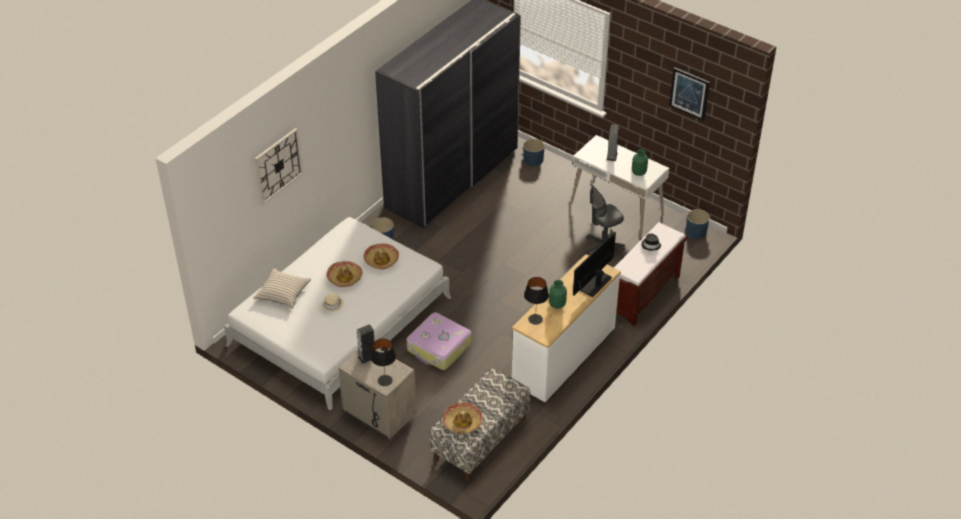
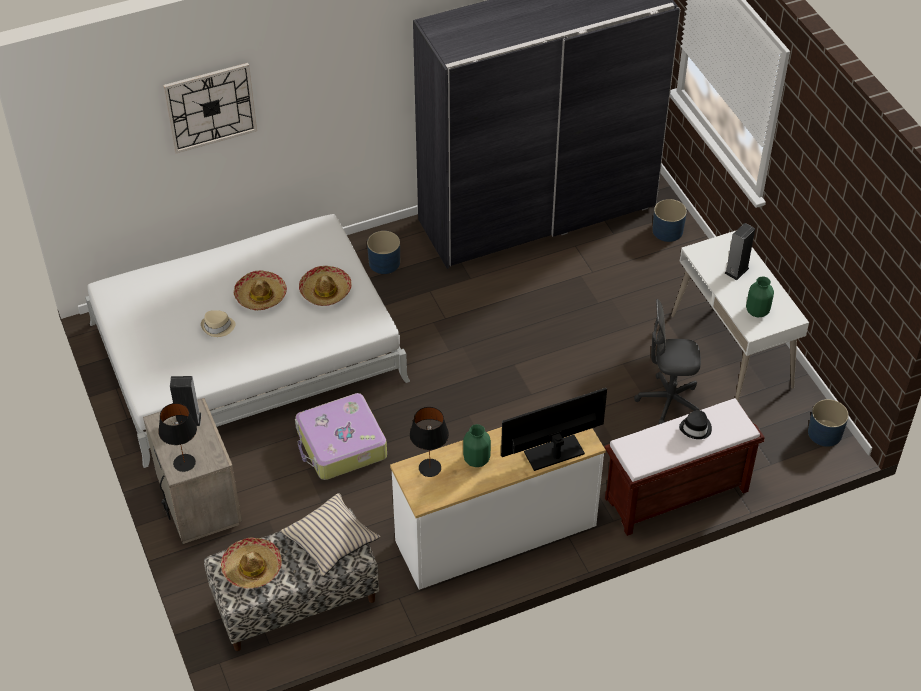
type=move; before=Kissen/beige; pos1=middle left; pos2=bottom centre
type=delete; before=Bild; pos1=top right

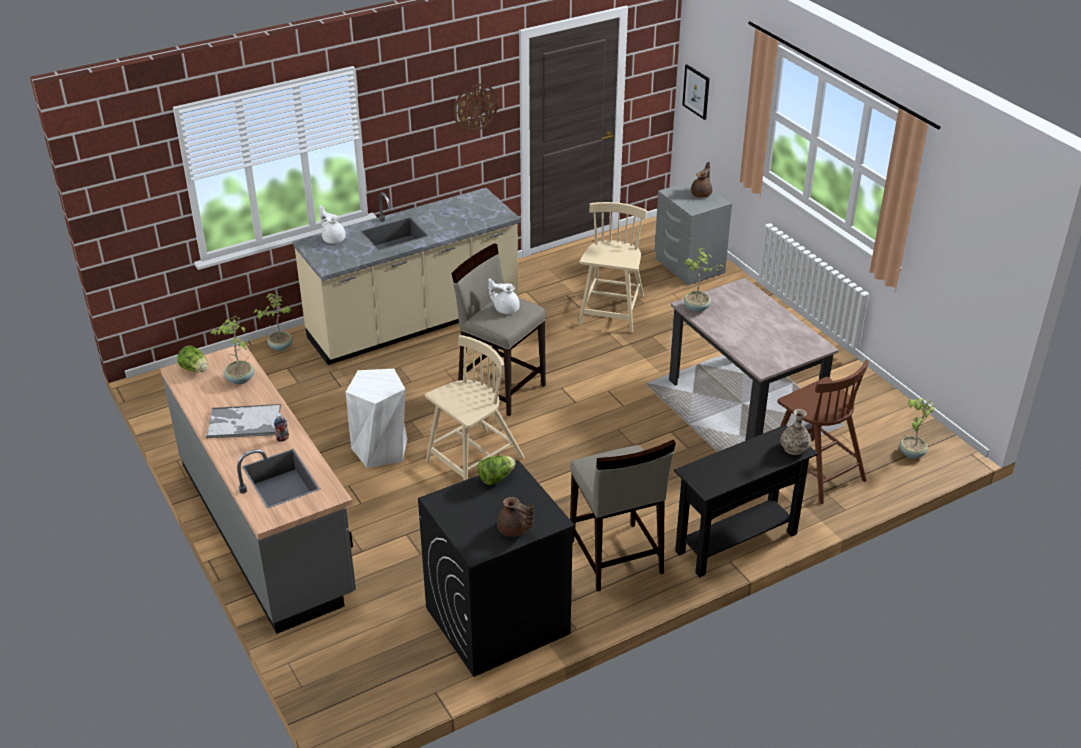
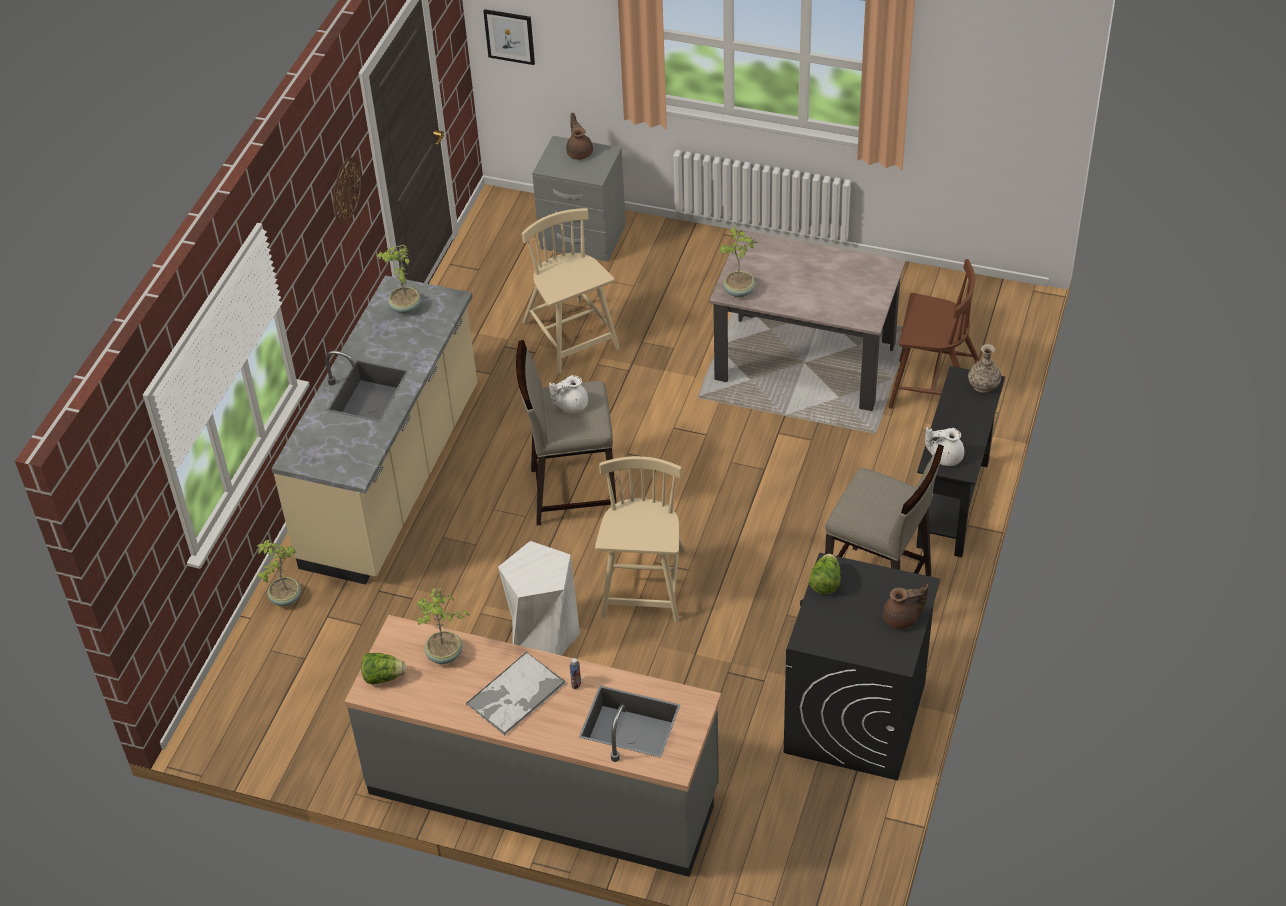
type=move; before=Topfpflanze (4th from left in the first image); after=Topfpflanze (2nd from left); pos1=middle right; pos2=top left
type=move; before=Teekanne/weiß (1st from left in the first image); after=Teekanne/weiß (2nd from left); pos1=top left; pos2=middle right

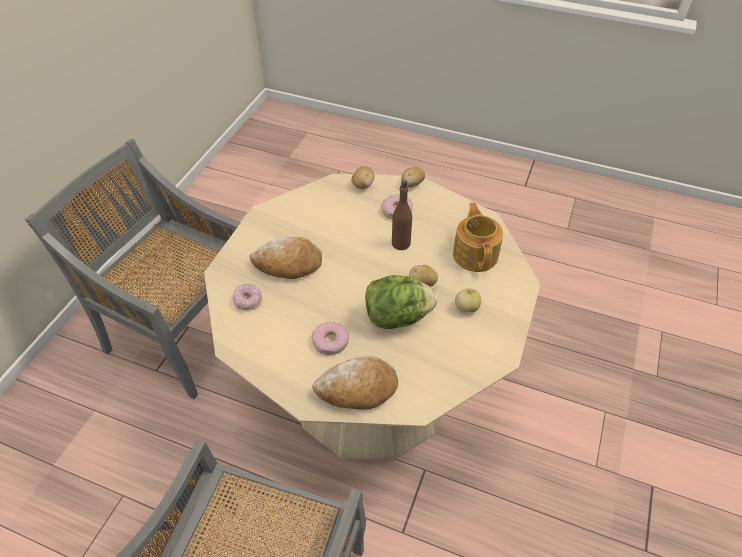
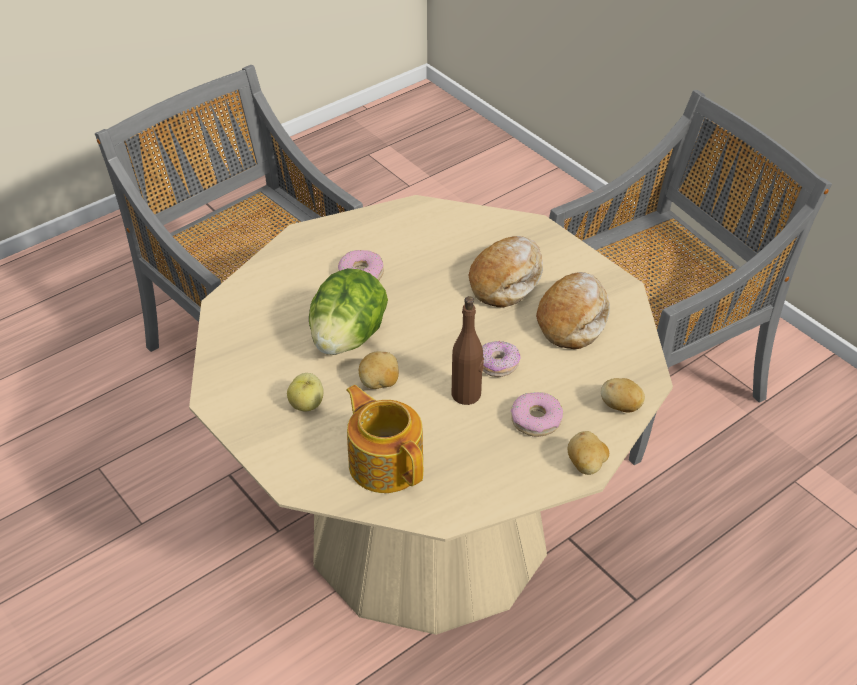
type=rotate; before=Teekanne; pos1=centre; pos2=centre; turn=-150
type=move; before=Donut (1st from left in the first image); after=Donut (2nd from left); pos1=middle left; pos2=centre
type=move; before=Brot (2nd from left); pos1=bottom centre; pos2=middle right

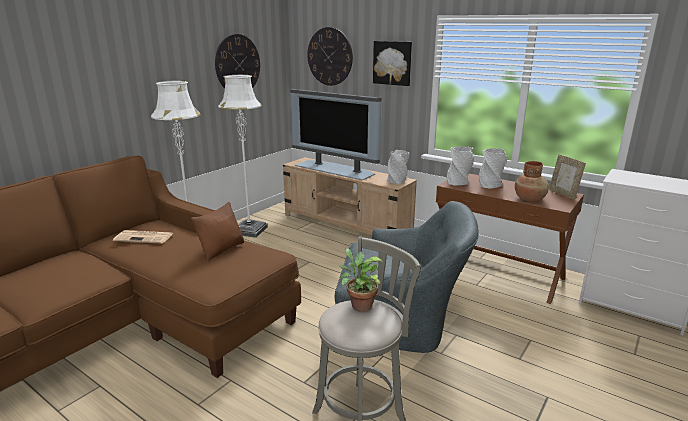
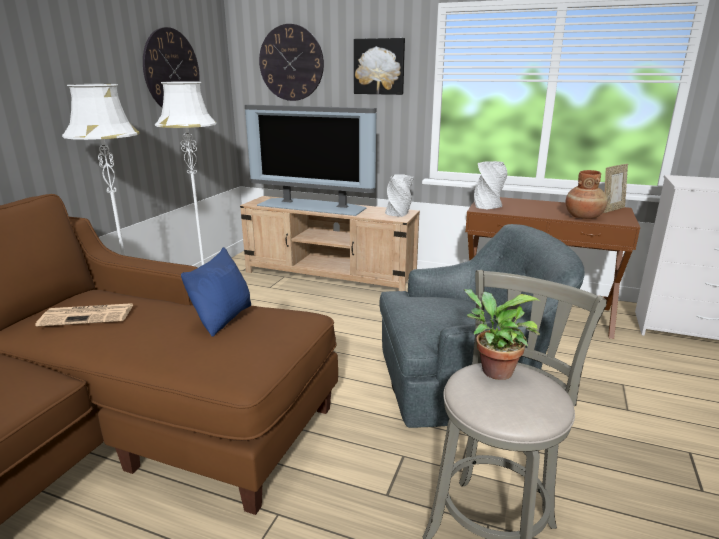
type=recolor; before=Kissen/braun; after=Kissen/blau; pos1=middle left; pos2=middle left
type=rotate; before=Bilderrahmen; pos1=middle right; pos2=middle right; turn=-90
type=delete; before=Vase/grau (3rd from left); pos1=middle right

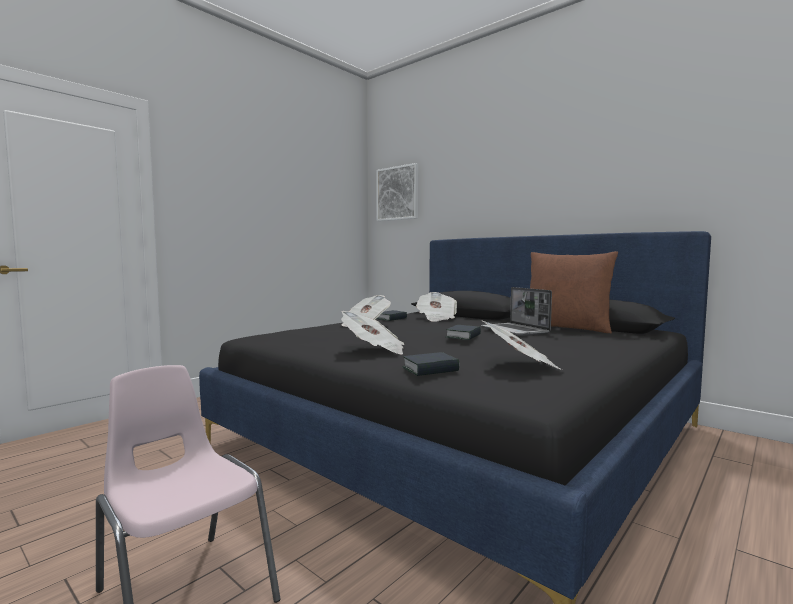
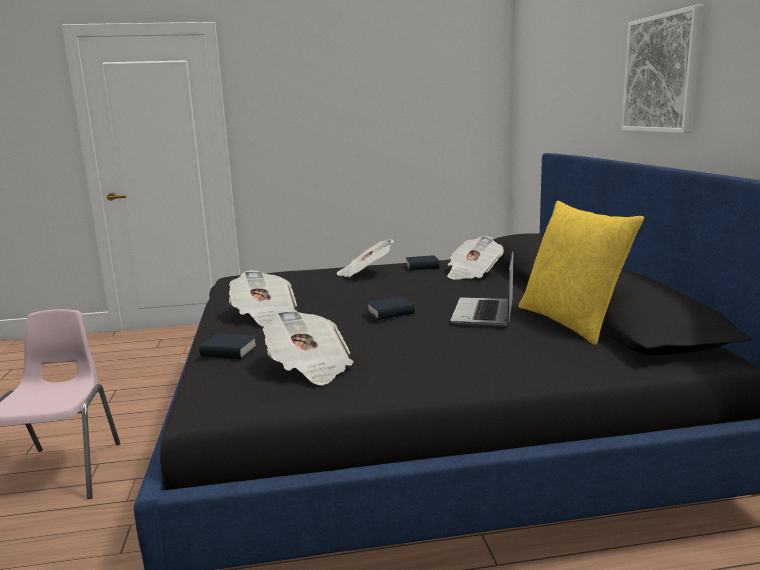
type=recolor; before=Kissen/braun; after=Kissen/gelb; pos1=middle right; pos2=middle right
type=move; before=Bild; pos1=top centre; pos2=top right

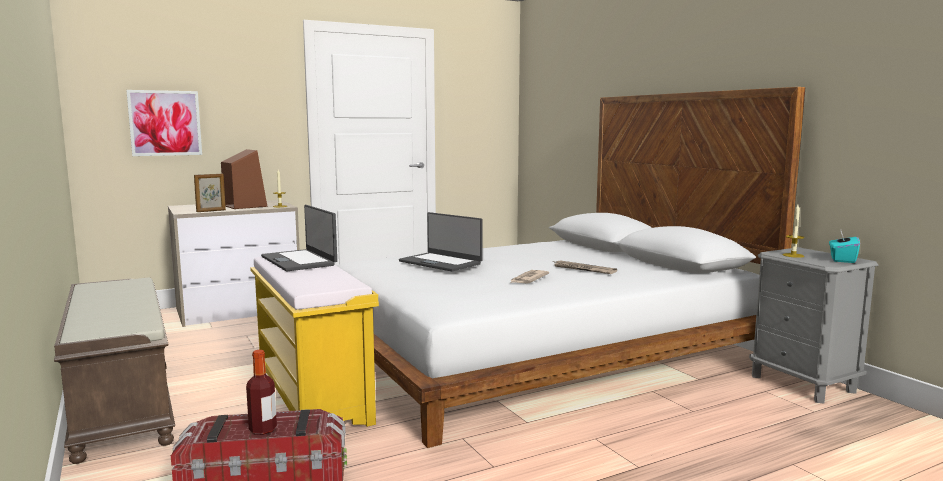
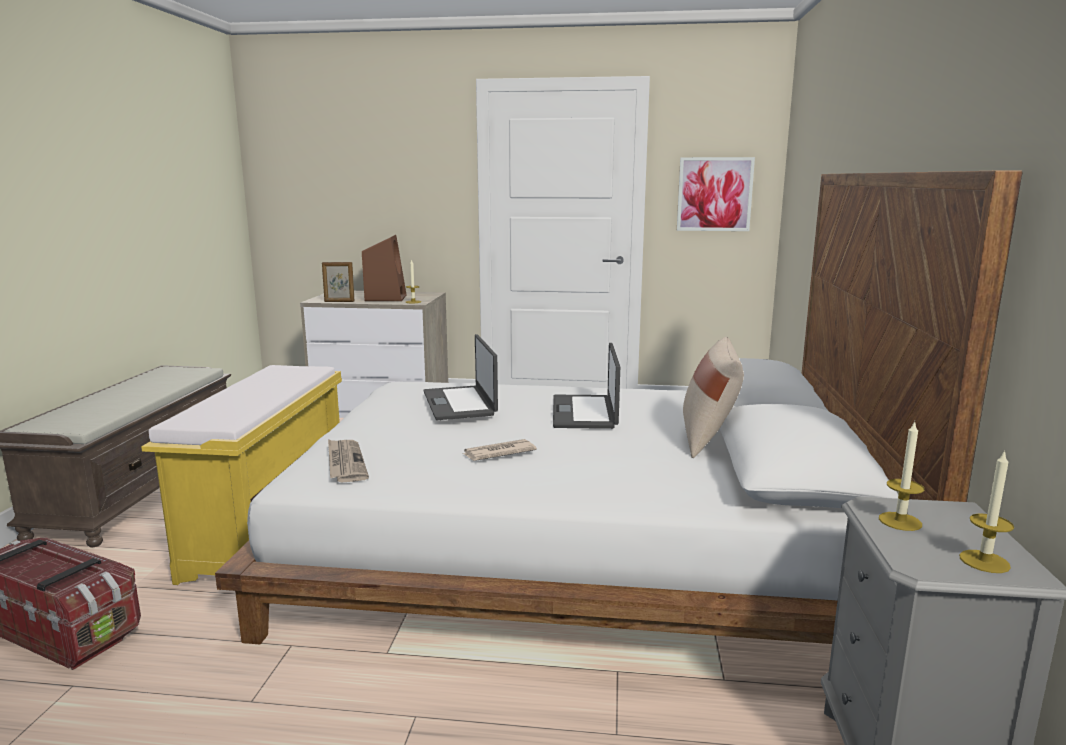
type=move; before=Zeitung (2nd from left in the first image); after=Zeitung (1st from left); pos1=centre; pos2=middle left
type=move; before=Laptop (1st from left in the first image); after=Laptop (2nd from left); pos1=middle left; pos2=centre
type=move; before=Bild; pos1=top left; pos2=top right
type=insert; after=Kissen/beige; pos2=middle right
type=replace; before=Taschentuchbox/türkis; after=Kerze (3rd from left); pos1=middle right; pos2=bottom right
type=delete; before=Flasche; pos1=bottom left

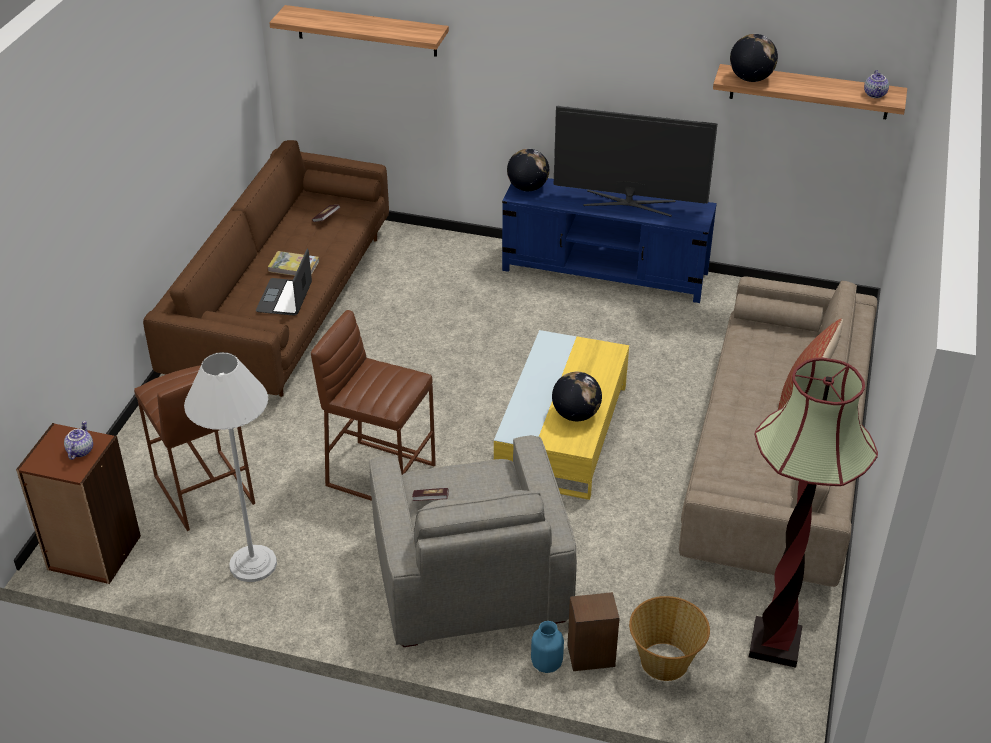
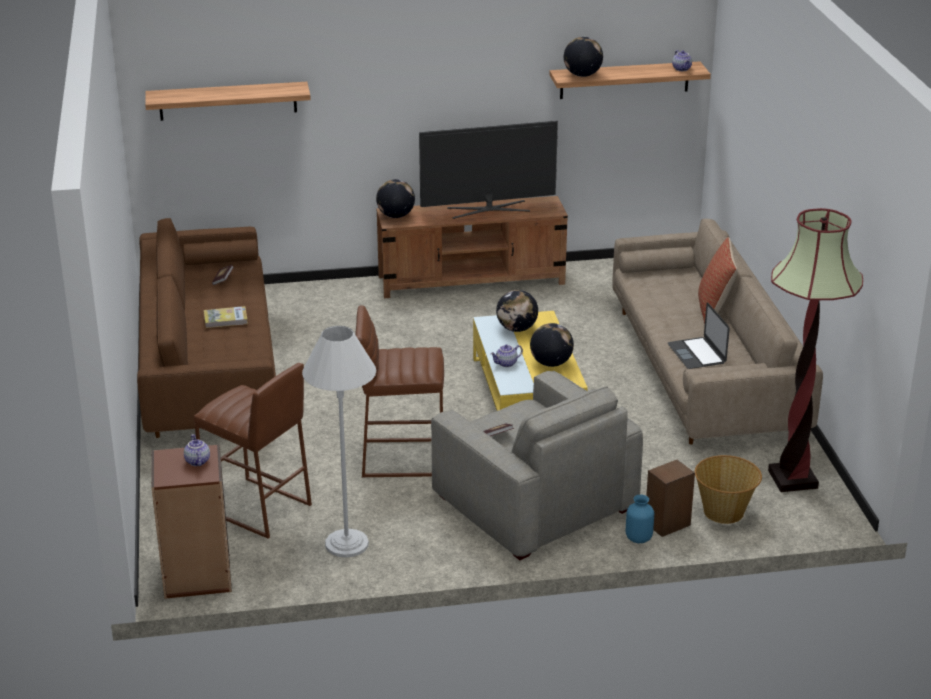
type=recolor; before=Fernsehschrank/blau; after=Fernsehschrank/braun; pos1=top centre; pos2=centre
type=insert; after=Teekanne (2nd from left); pos2=centre
type=insert; after=Globus (2nd from left); pos2=centre
type=move; before=Laptop; pos1=middle left; pos2=middle right

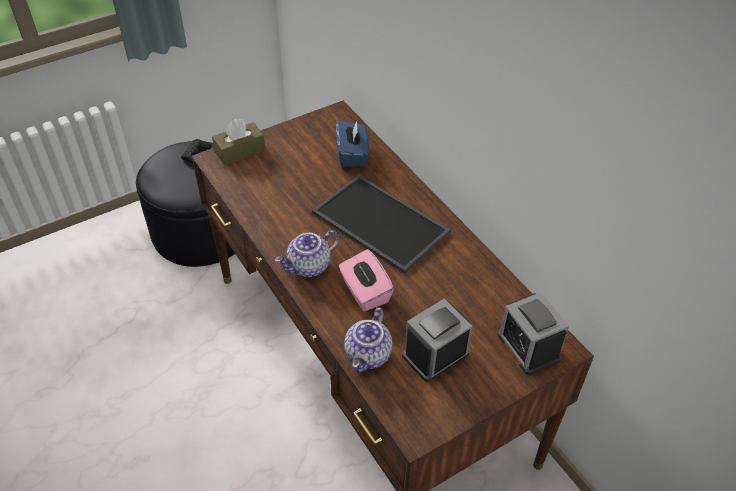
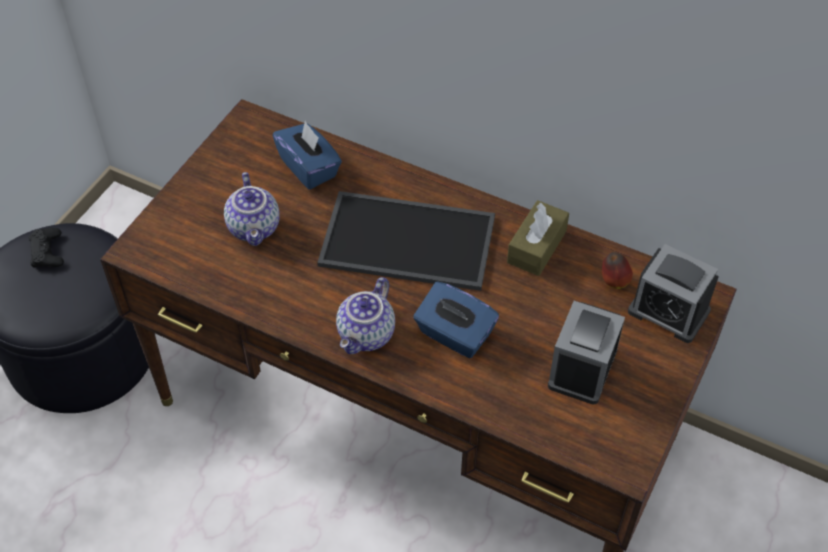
type=move; before=Teekanne (2nd from left in the first image); after=Teekanne (1st from left); pos1=bottom centre; pos2=middle left
type=recolor; before=Taschentuchbox/rosa; after=Taschentuchbox/blau (2nd from left); pos1=centre; pos2=centre
type=move; before=Taschentuchbox/braun; pos1=top left; pos2=centre
type=insert; after=Apfel; pos2=middle right

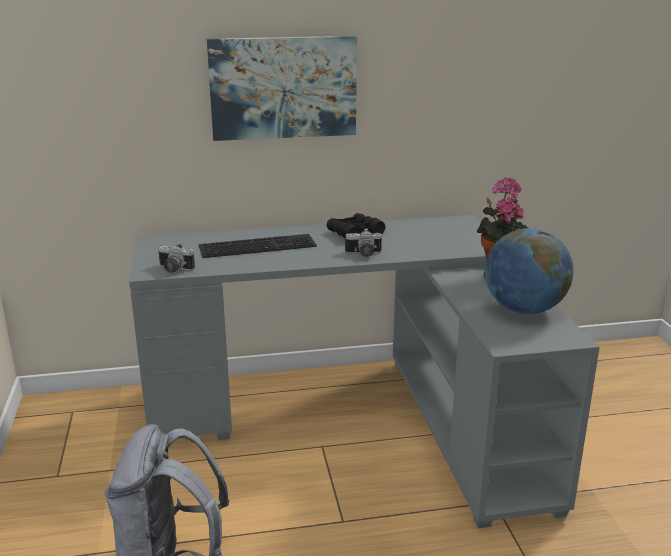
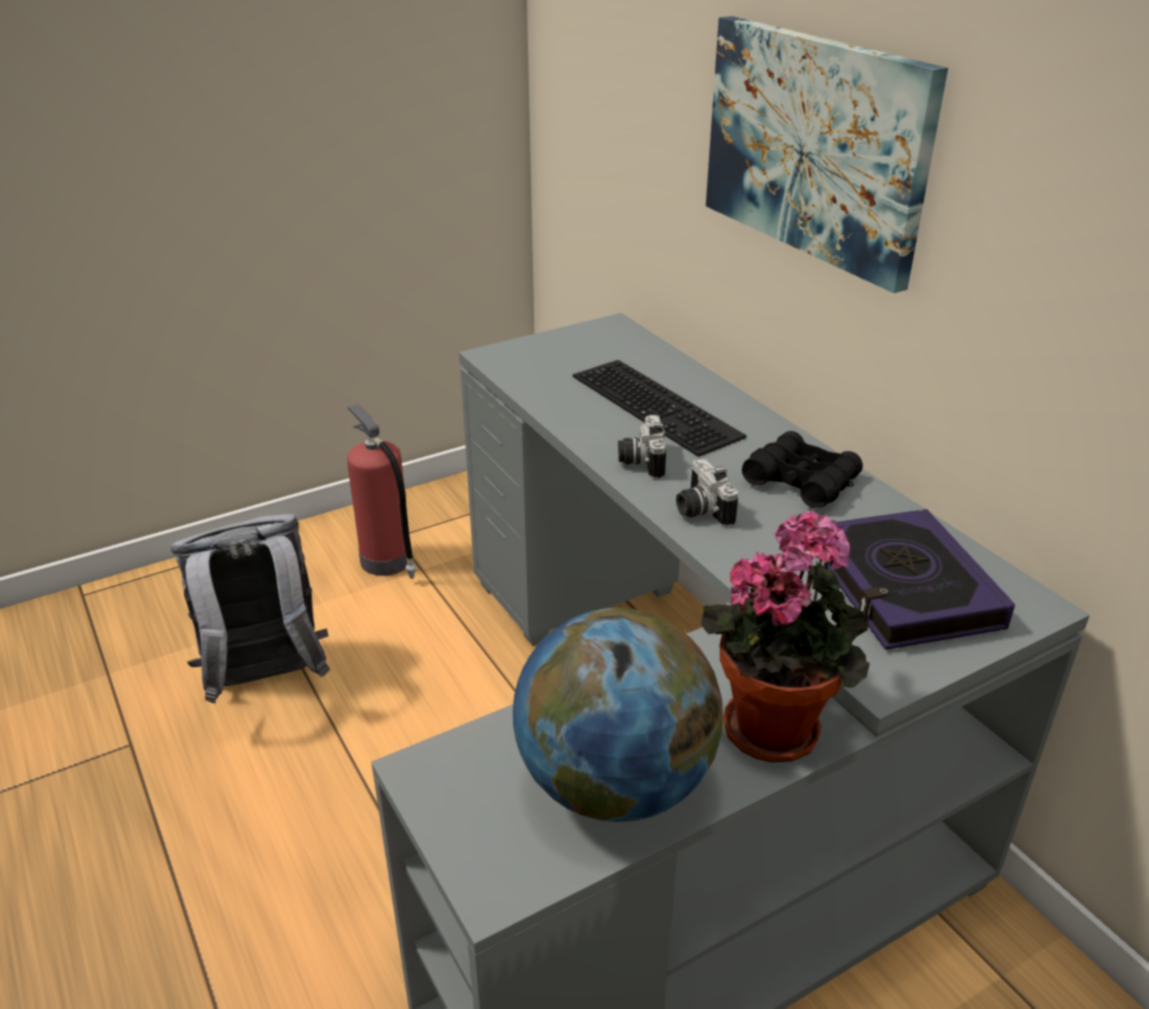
type=insert; after=Feuerlöscher; pos2=middle left
type=move; before=Kamera (1st from left); pos1=middle left; pos2=centre
type=insert; after=Buch; pos2=middle right

